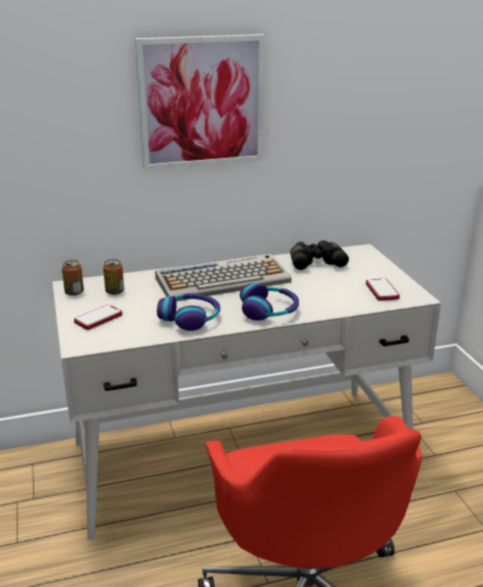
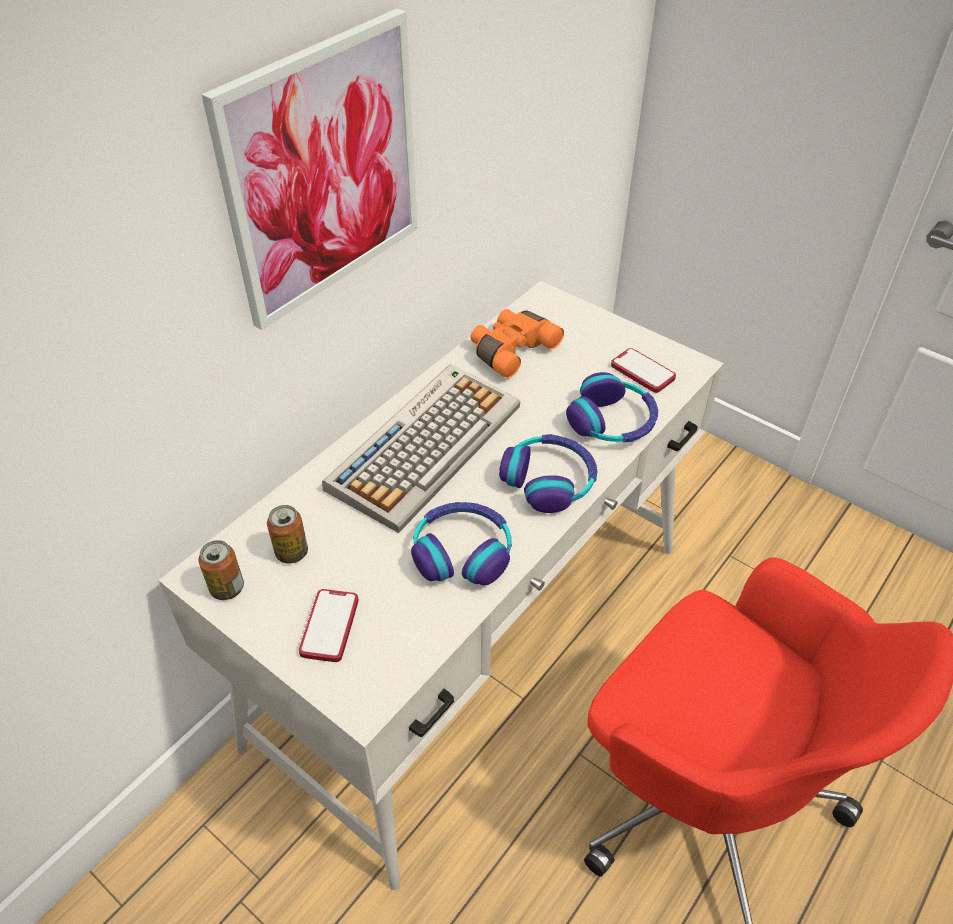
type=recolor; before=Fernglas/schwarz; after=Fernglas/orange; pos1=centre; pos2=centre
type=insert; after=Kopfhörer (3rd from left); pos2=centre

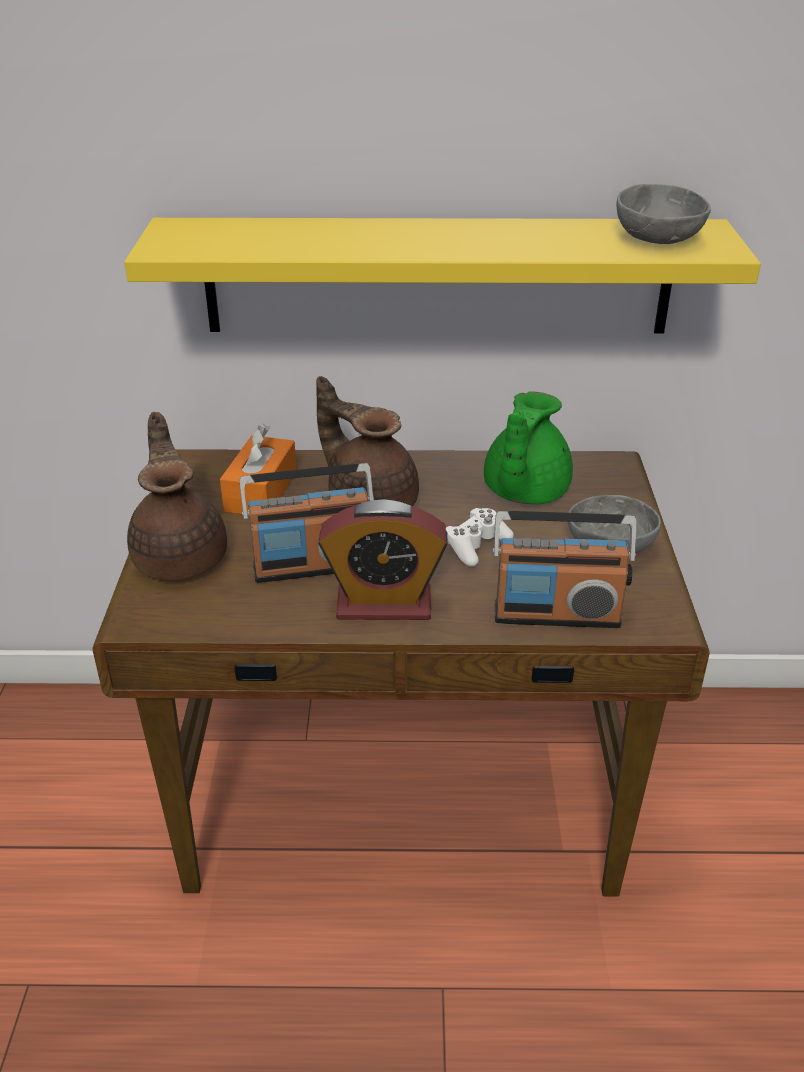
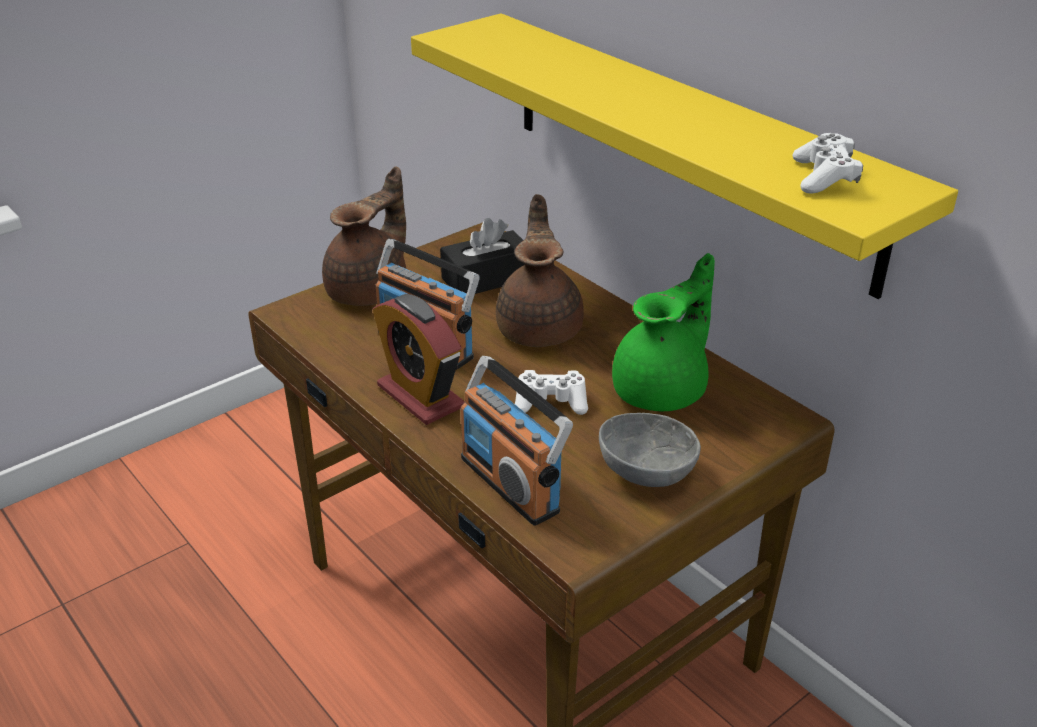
type=recolor; before=Taschentuchbox/orange; after=Taschentuchbox/schwarz; pos1=middle left; pos2=centre
type=rotate; before=Teekanne/grün; pos1=centre; pos2=centre; turn=150
type=replace; before=Schüssel/grau (2nd from left); after=Gamepad/weiß (2nd from left); pos1=top right; pos2=top right

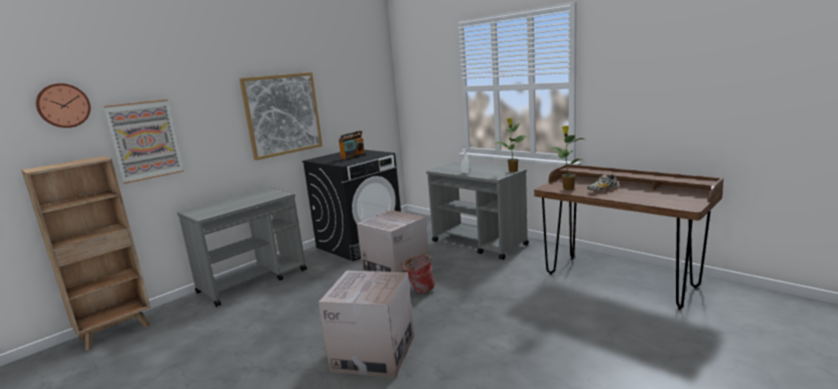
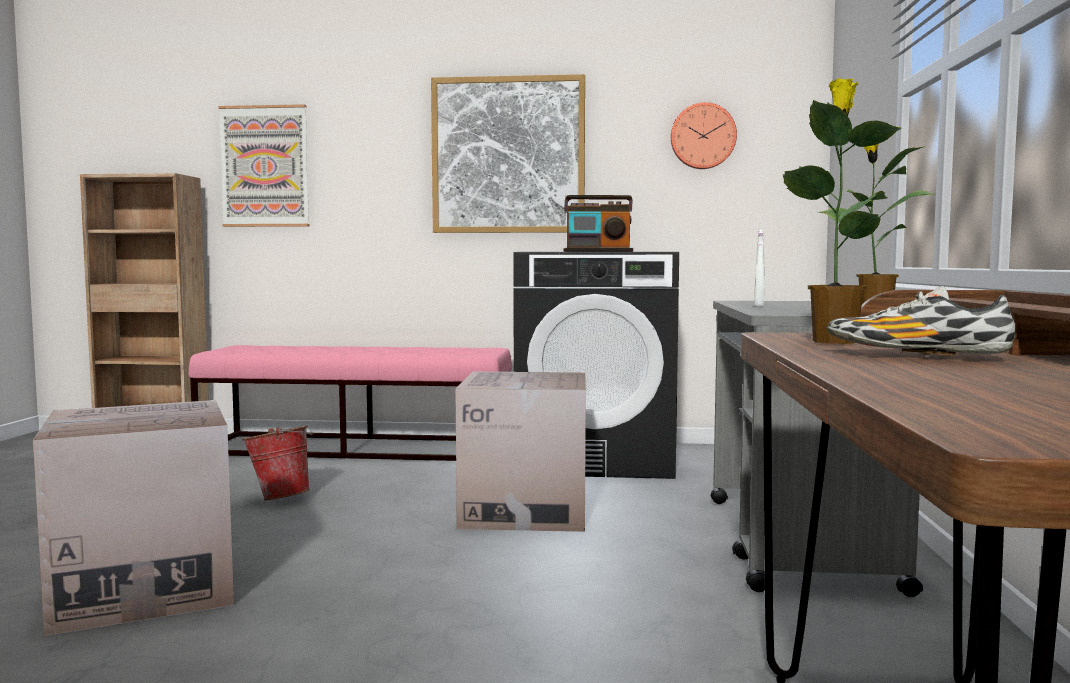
type=replace; before=Rollwagen/grau (1st from left); after=Bank/rosa; pos1=middle left; pos2=middle left
type=move; before=Eimer; pos1=bottom centre; pos2=bottom left
type=move; before=Wanduhr; pos1=top left; pos2=top centre

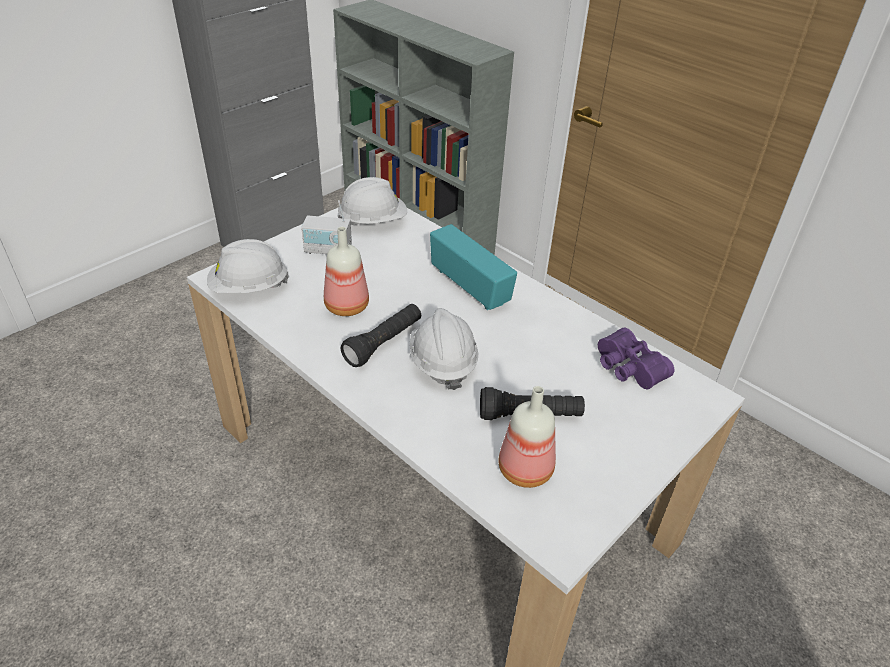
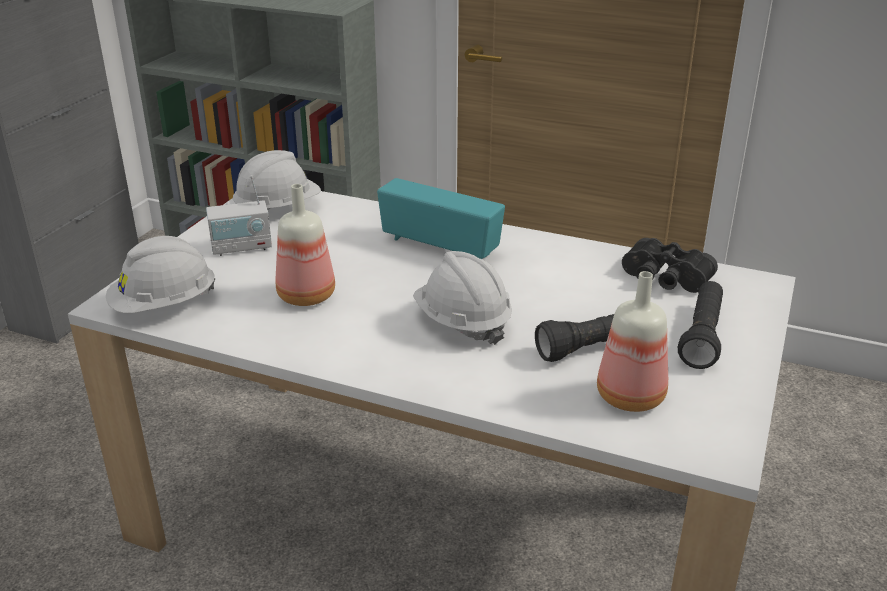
type=recolor; before=Fernglas/lila; after=Fernglas/schwarz; pos1=middle right; pos2=middle right
type=move; before=Taschenlampe/schwarz (1st from left in the first image); after=Taschenlampe/schwarz (2nd from left); pos1=centre; pos2=middle right

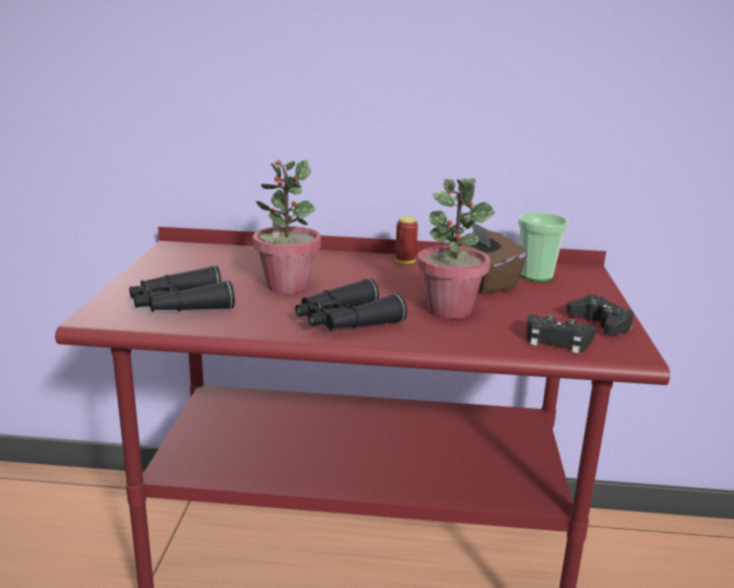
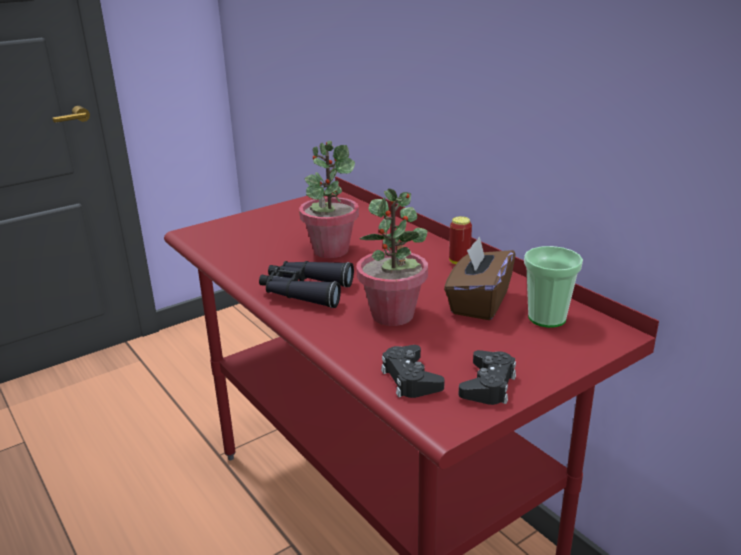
type=delete; before=Fernglas/schwarz (1st from left); pos1=middle left

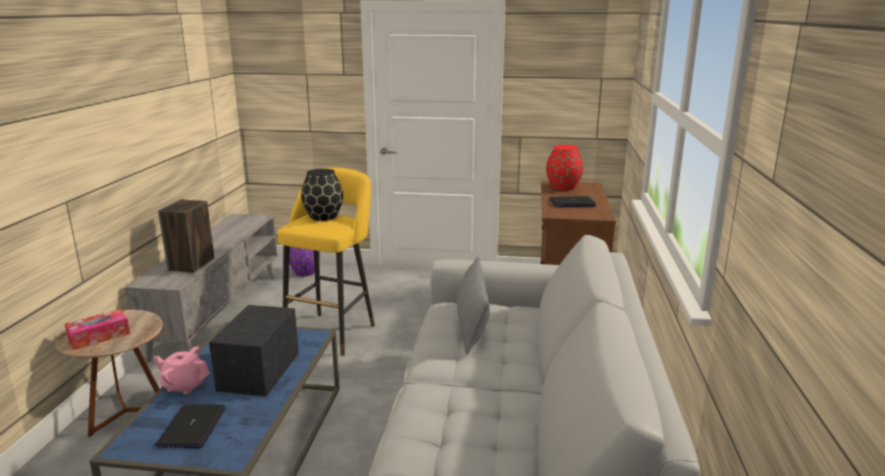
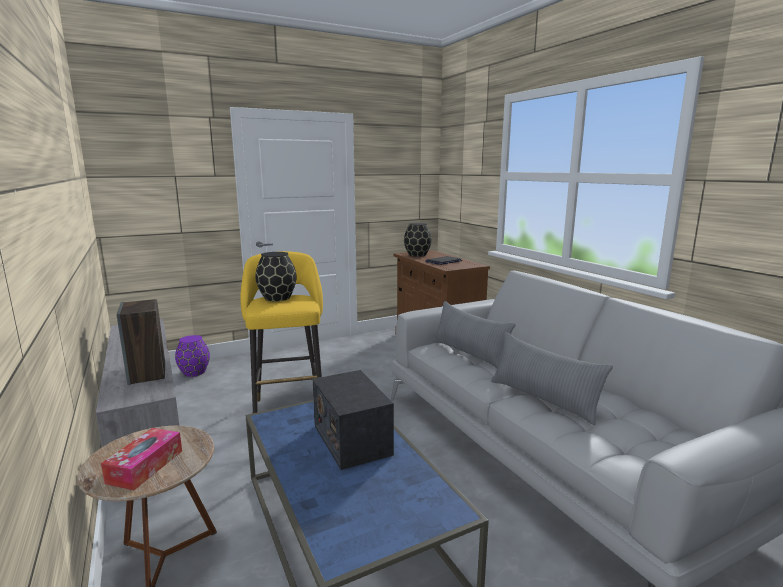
type=recolor; before=Vase/rot; after=Vase/schwarz (2nd from left); pos1=centre; pos2=centre
type=insert; after=Kissen/grau (2nd from left); pos2=middle right
type=delete; before=Teekanne/rosa; pos1=bottom left
type=delete; before=Laptop (1st from left); pos1=bottom left

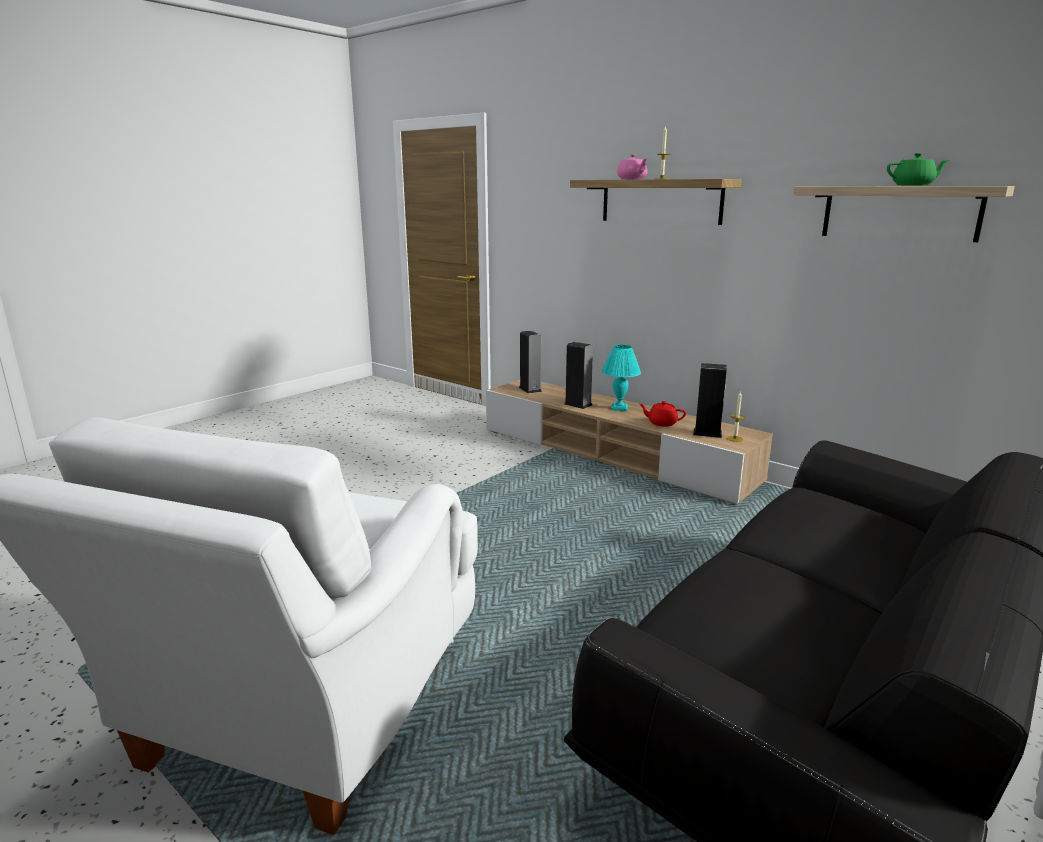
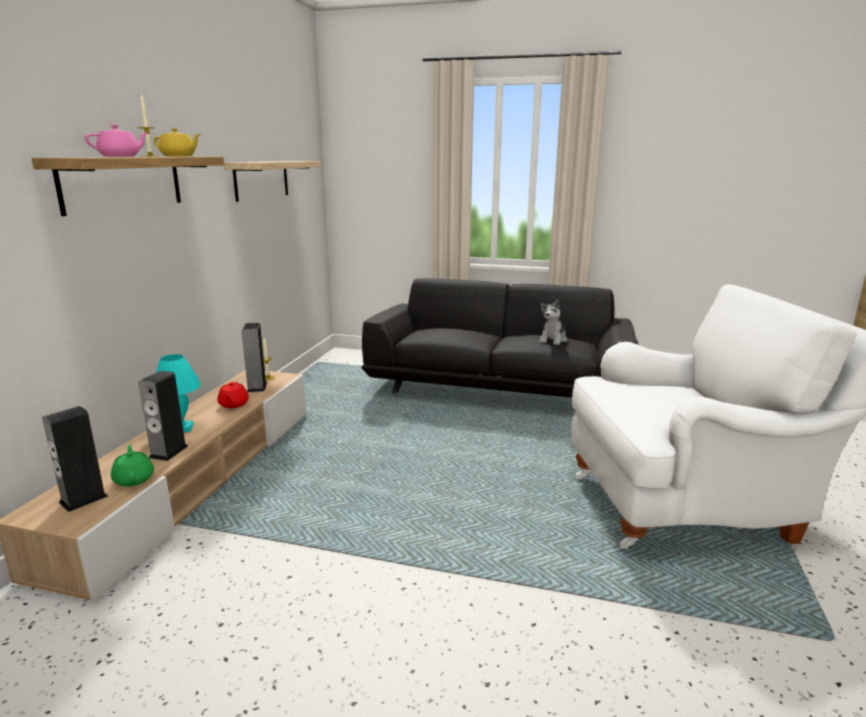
type=move; before=Teekanne/grün; pos1=top right; pos2=middle left
type=insert; after=Teekanne/gelb; pos2=top left
type=insert; after=Plüschtier; pos2=centre

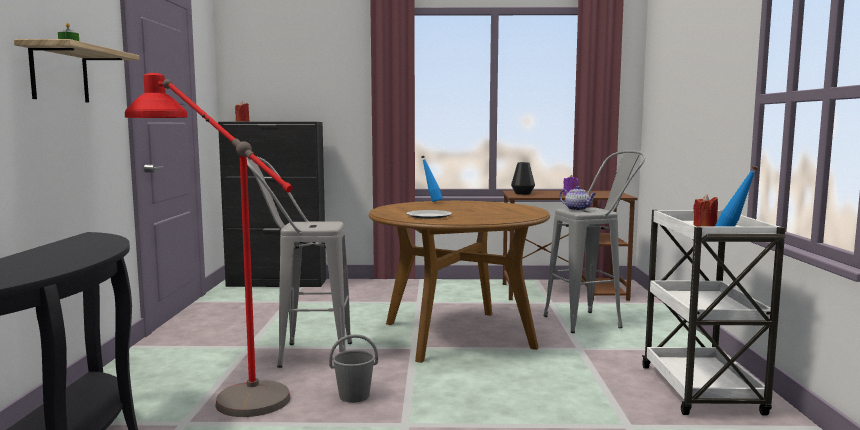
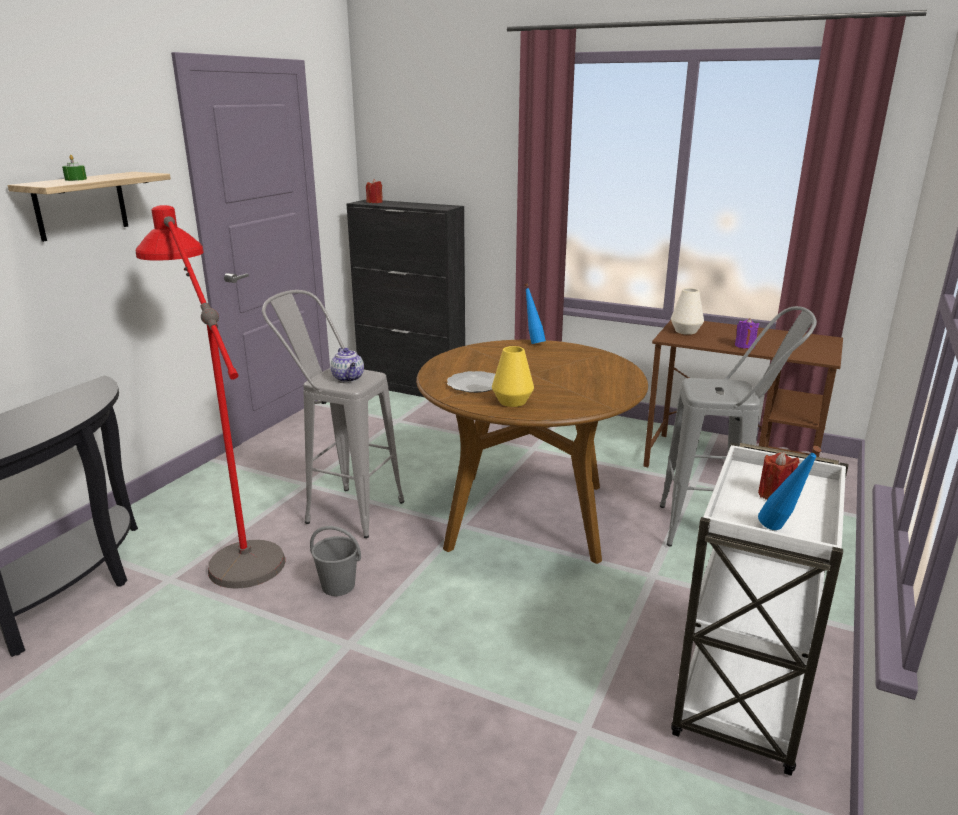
type=move; before=Teekanne; pos1=middle right; pos2=centre
type=insert; after=Vase/gelb; pos2=centre
type=recolor; before=Vase/schwarz; after=Vase/weiß; pos1=centre; pos2=middle right

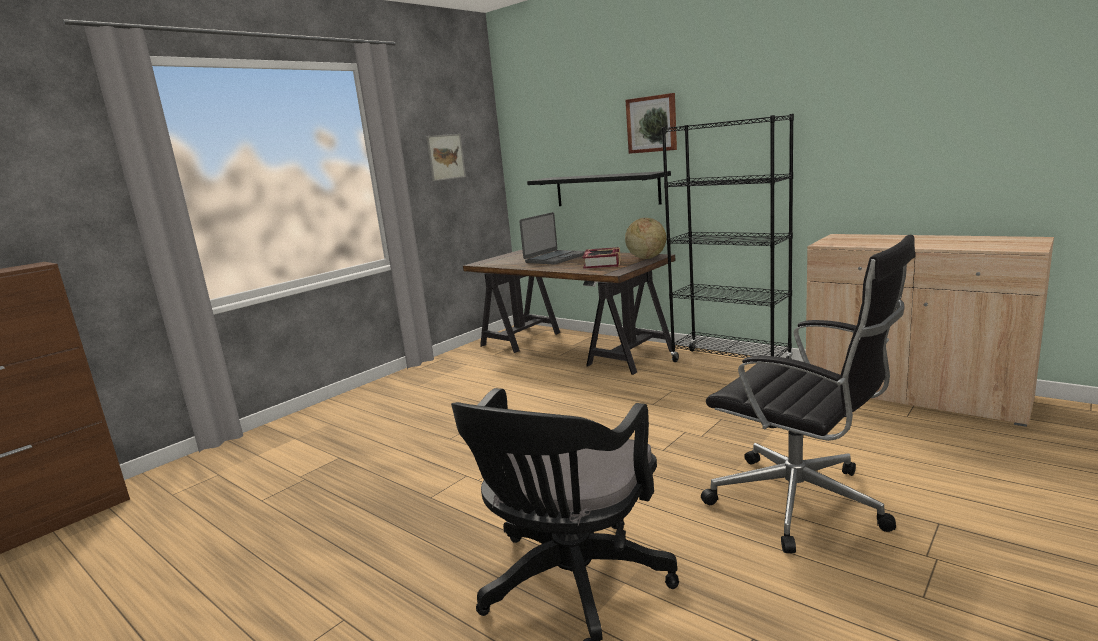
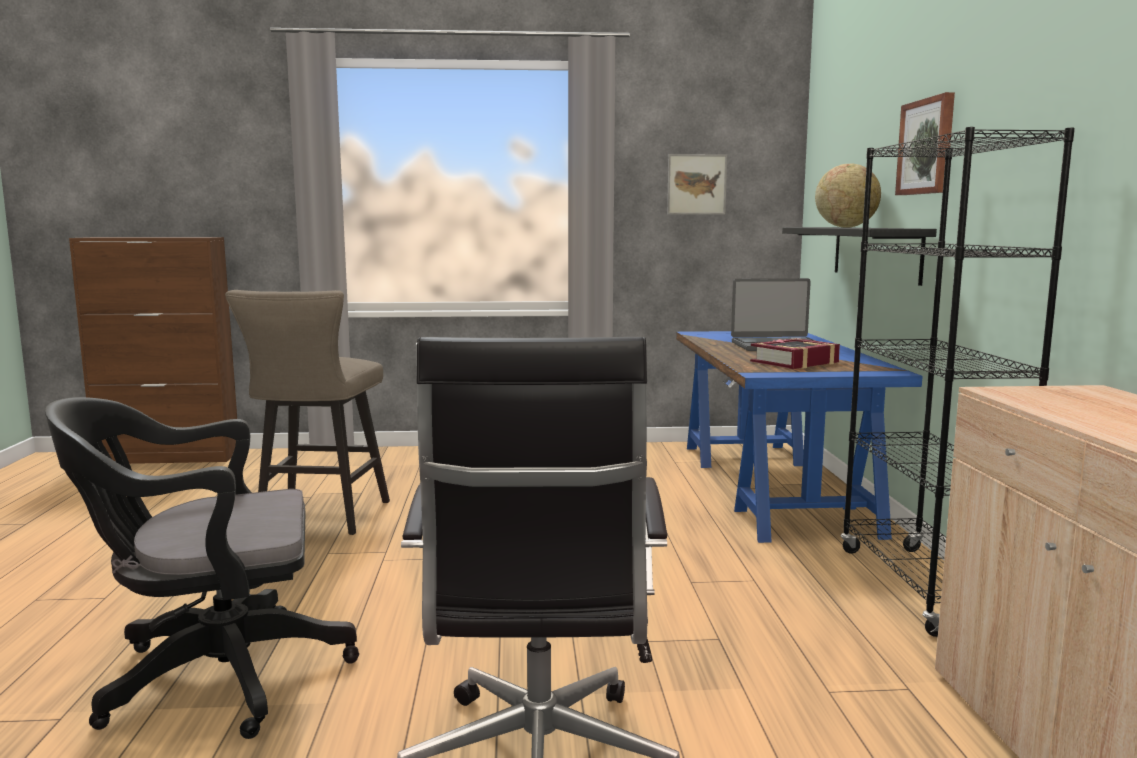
type=insert; after=Hocker/beige; pos2=middle left
type=recolor; before=Schreibtisch/braun; after=Schreibtisch/blau; pos1=centre; pos2=middle right
type=move; before=Globus; pos1=centre; pos2=top right

